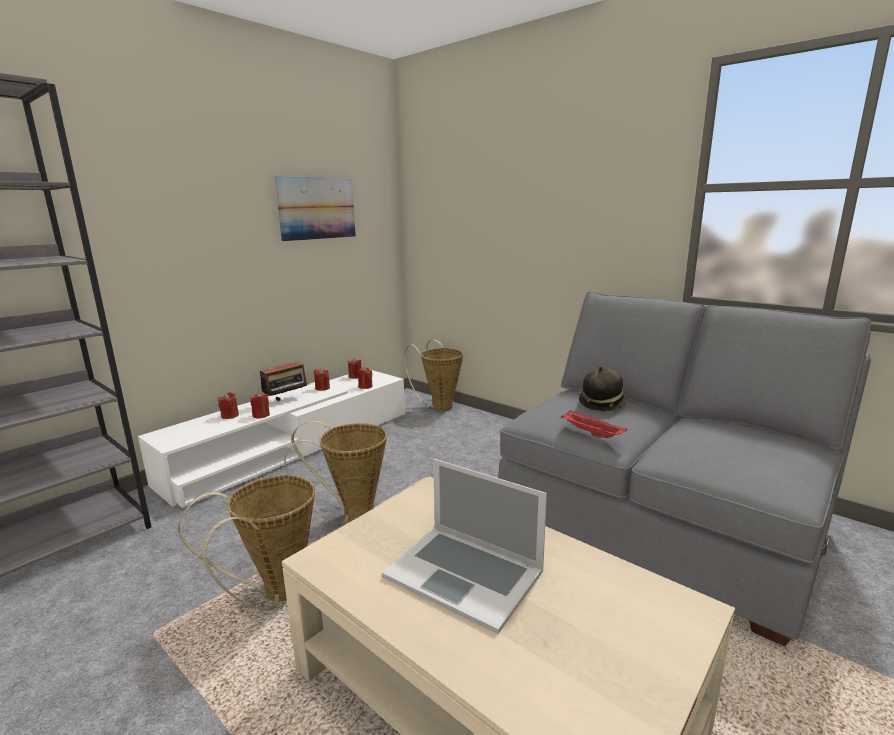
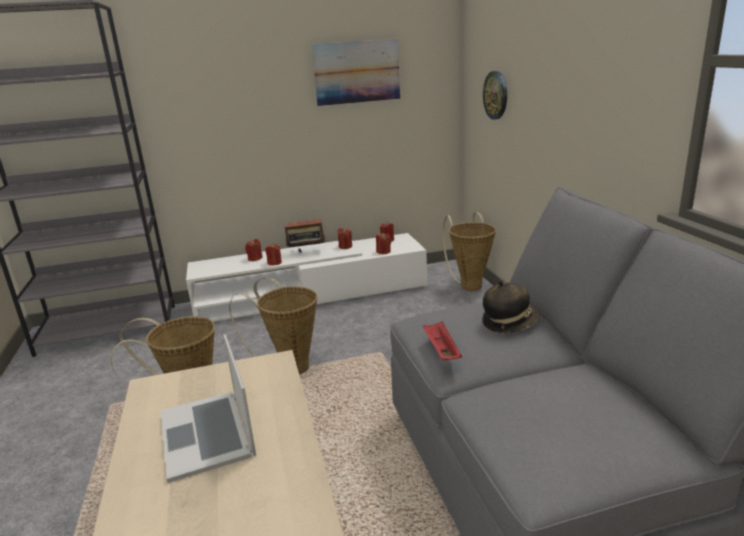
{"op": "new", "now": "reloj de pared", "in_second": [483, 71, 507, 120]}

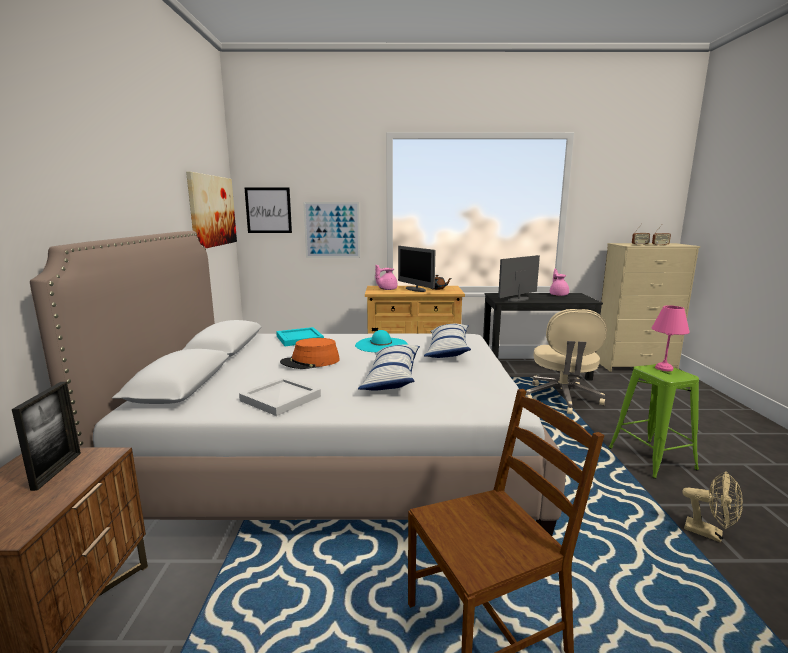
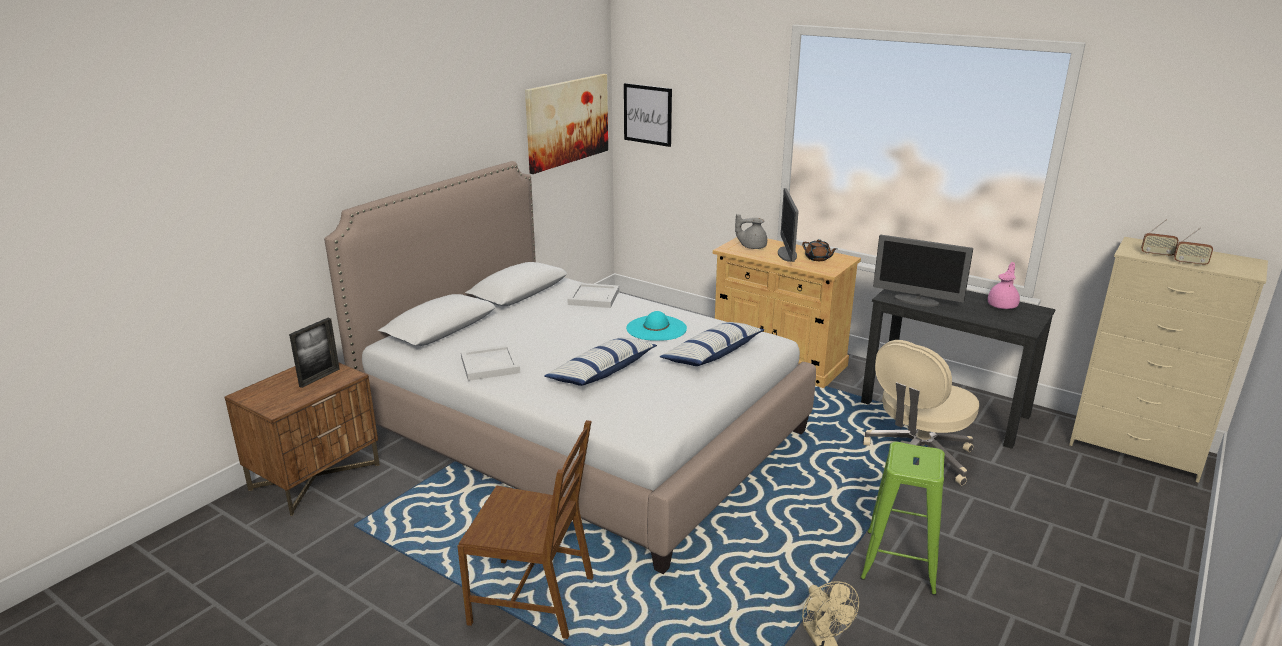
{"op": "repainted", "was": "bandeja [turquesa]", "now": "bandeja [blanco]", "in_first": [276, 327, 324, 346], "in_second": [567, 283, 619, 308]}
{"op": "gone", "was": "sombrero [naranja]", "in_first": [280, 338, 340, 369]}
{"op": "gone", "was": "cuadro", "in_first": [303, 202, 360, 258]}
{"op": "repainted", "was": "tetera [rosa]", "now": "tetera [gris]", "in_first": [375, 265, 398, 290], "in_second": [735, 214, 767, 249]}
{"op": "rotated", "was": "monitor", "in_first": [498, 255, 540, 302], "in_second": [873, 235, 973, 307], "clockwise": -150}
{"op": "gone", "was": "lámpara de mesa [rosa]", "in_first": [652, 305, 690, 371]}

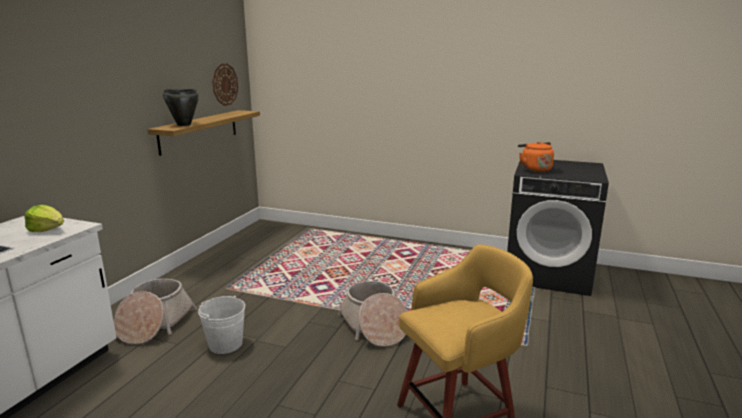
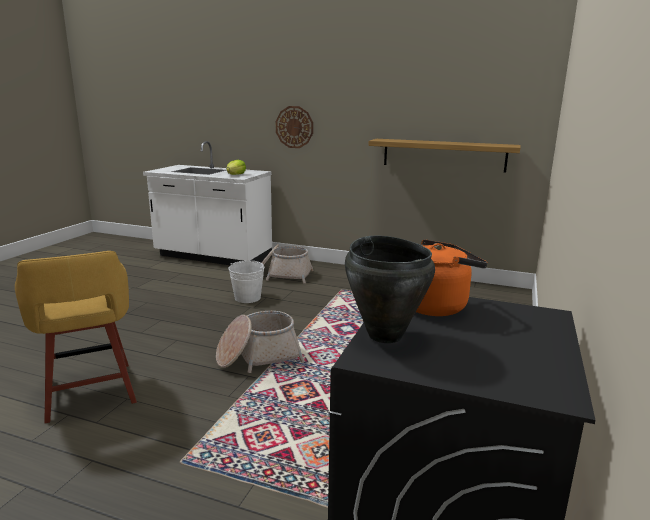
{"op": "shifted", "was": "olla [negro]", "in_first": [163, 89, 199, 126], "in_second": [345, 236, 435, 343]}
{"op": "shifted", "was": "reloj de pared", "in_first": [212, 63, 238, 106], "in_second": [276, 106, 313, 148]}

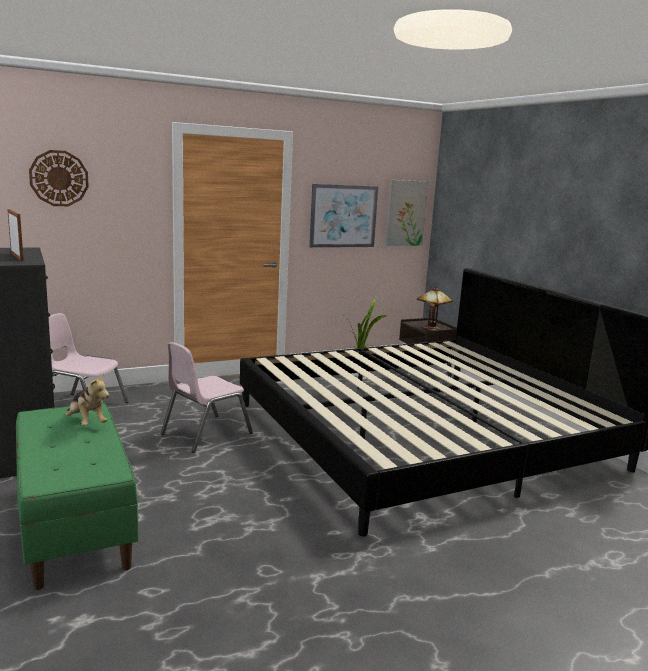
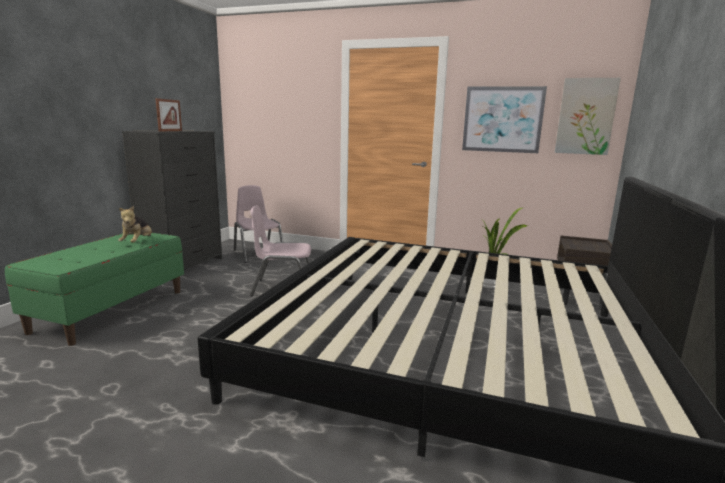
{"op": "gone", "was": "reloj de pared", "in_first": [29, 150, 89, 206]}
{"op": "gone", "was": "lámpara de mesa", "in_first": [417, 287, 453, 330]}

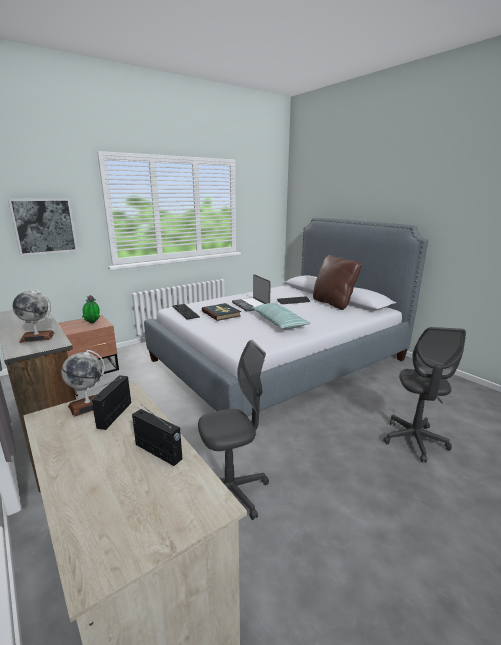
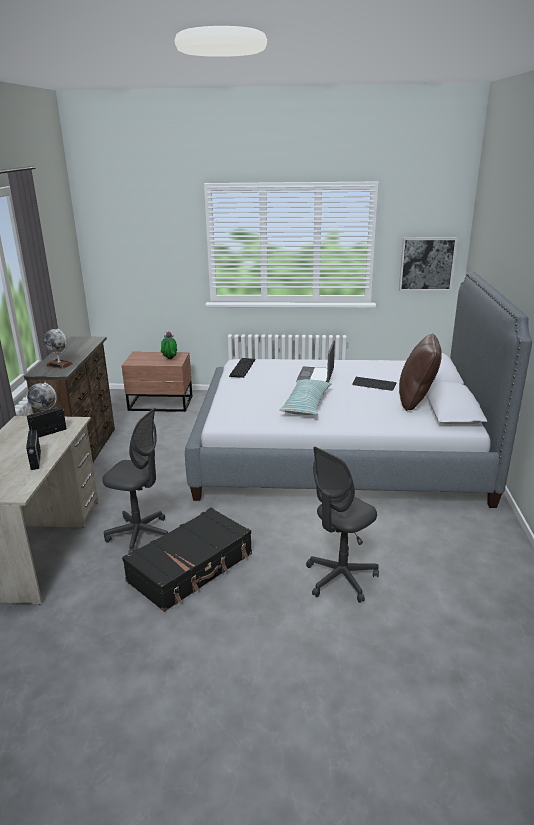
{"op": "shifted", "was": "cuadro", "in_first": [8, 198, 78, 256], "in_second": [399, 237, 457, 291]}
{"op": "gone", "was": "libro", "in_first": [202, 303, 241, 321]}
{"op": "new", "now": "maleta [negro]", "in_second": [122, 507, 252, 612]}

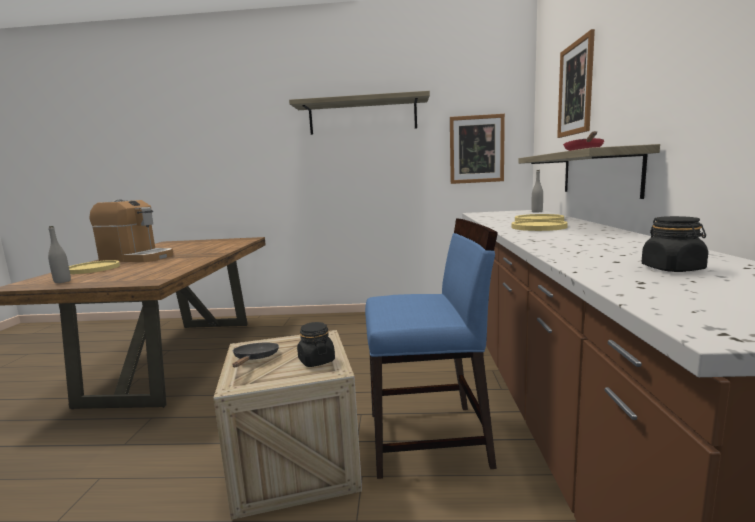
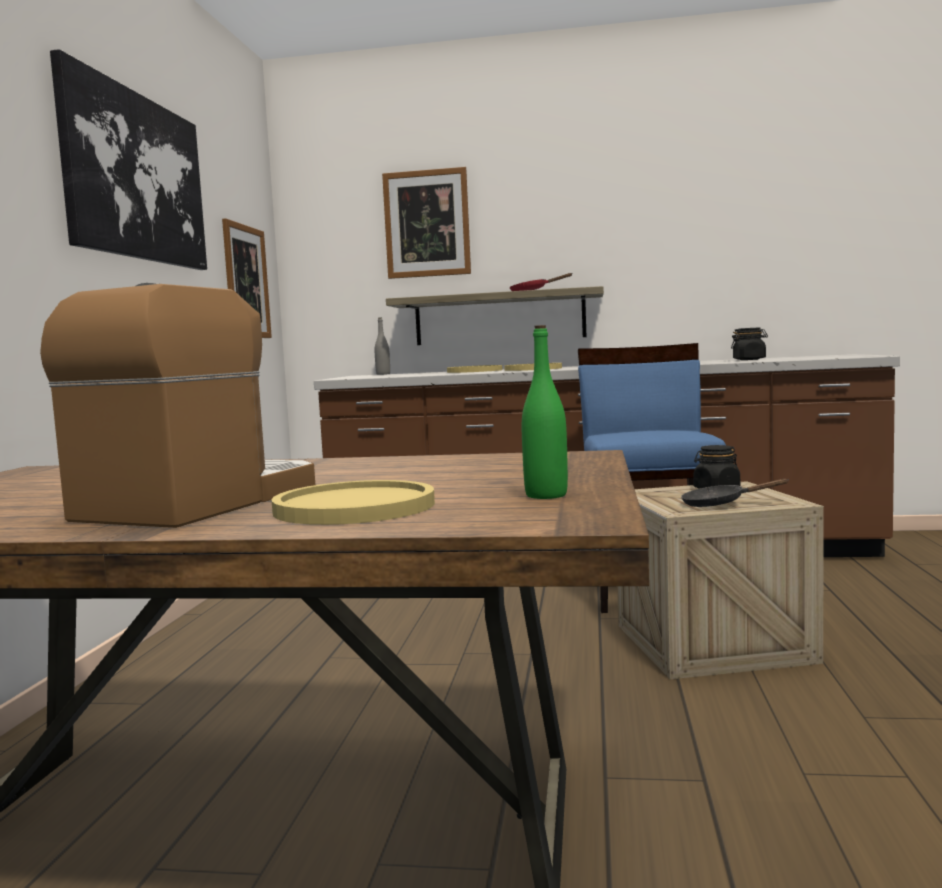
{"op": "repainted", "was": "botella [gris]", "now": "botella [verde]", "in_first": [48, 226, 71, 283], "in_second": [522, 325, 568, 499]}
{"op": "swapped", "was": "estante", "now": "cuadro", "in_first": [289, 91, 430, 135], "in_second": [50, 50, 207, 270]}

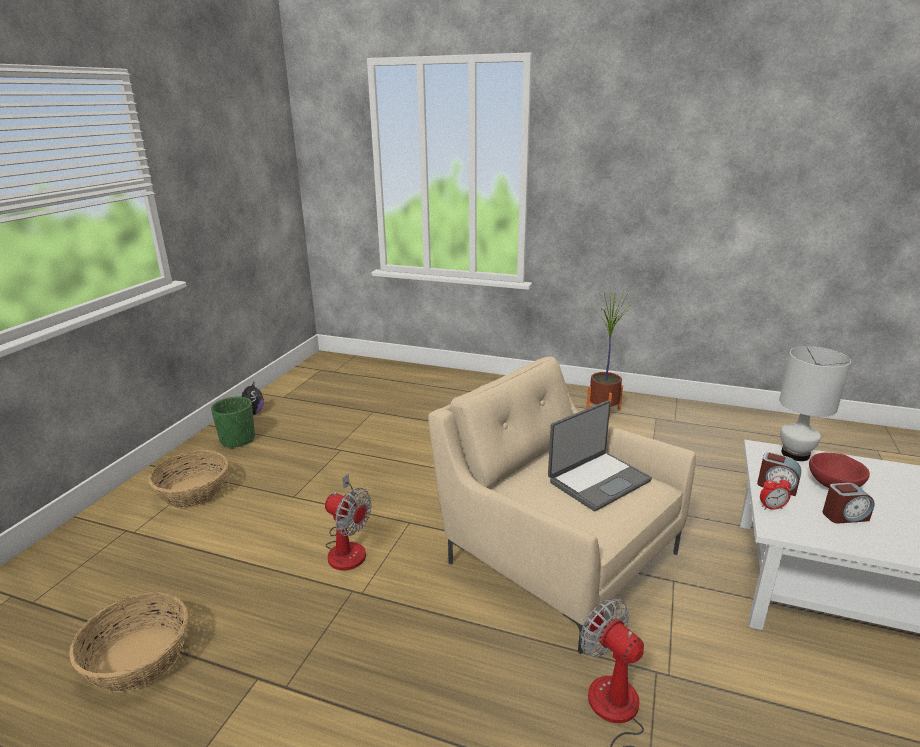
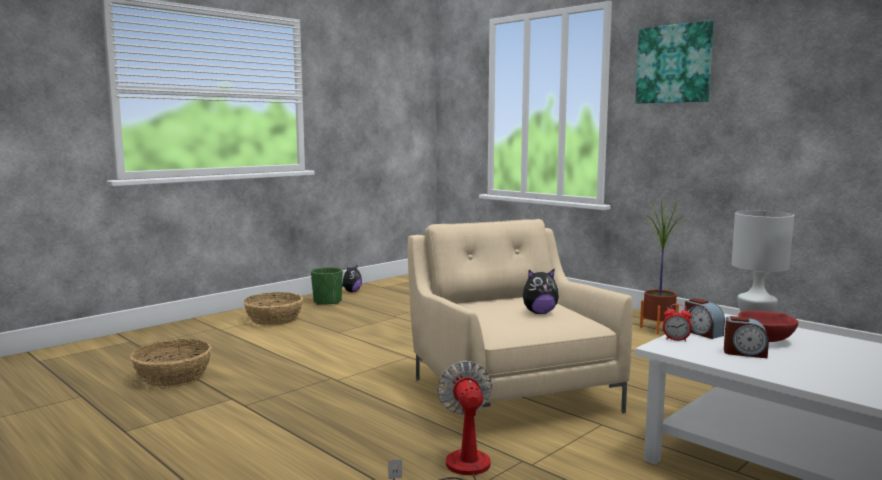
{"op": "gone", "was": "ventilador", "in_first": [325, 474, 372, 570]}
{"op": "swapped", "was": "portátil", "now": "peluche", "in_first": [548, 400, 652, 511], "in_second": [523, 268, 559, 314]}
{"op": "new", "now": "cuadro", "in_second": [636, 20, 714, 104]}

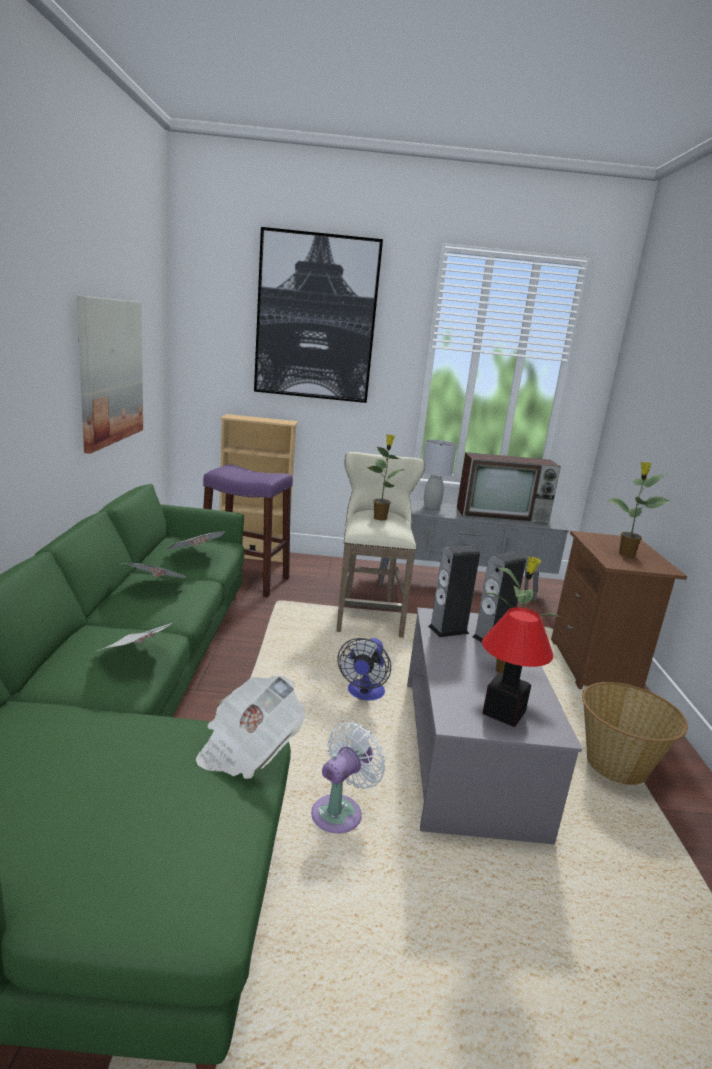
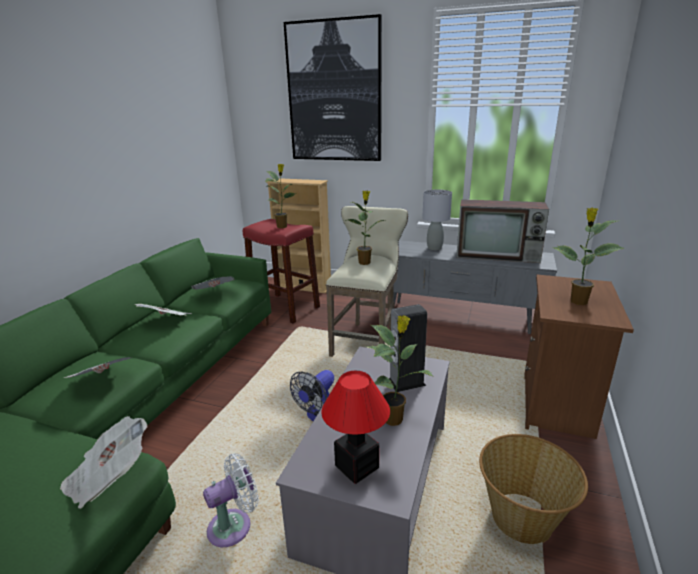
{"op": "gone", "was": "cuadro", "in_first": [77, 296, 143, 454]}
{"op": "repainted", "was": "taburete [morado]", "now": "taburete [rojo]", "in_first": [203, 464, 293, 597], "in_second": [243, 219, 320, 323]}
{"op": "gone", "was": "altavoz", "in_first": [428, 545, 480, 637]}
{"op": "new", "now": "planta en maceta", "in_second": [265, 164, 295, 228]}

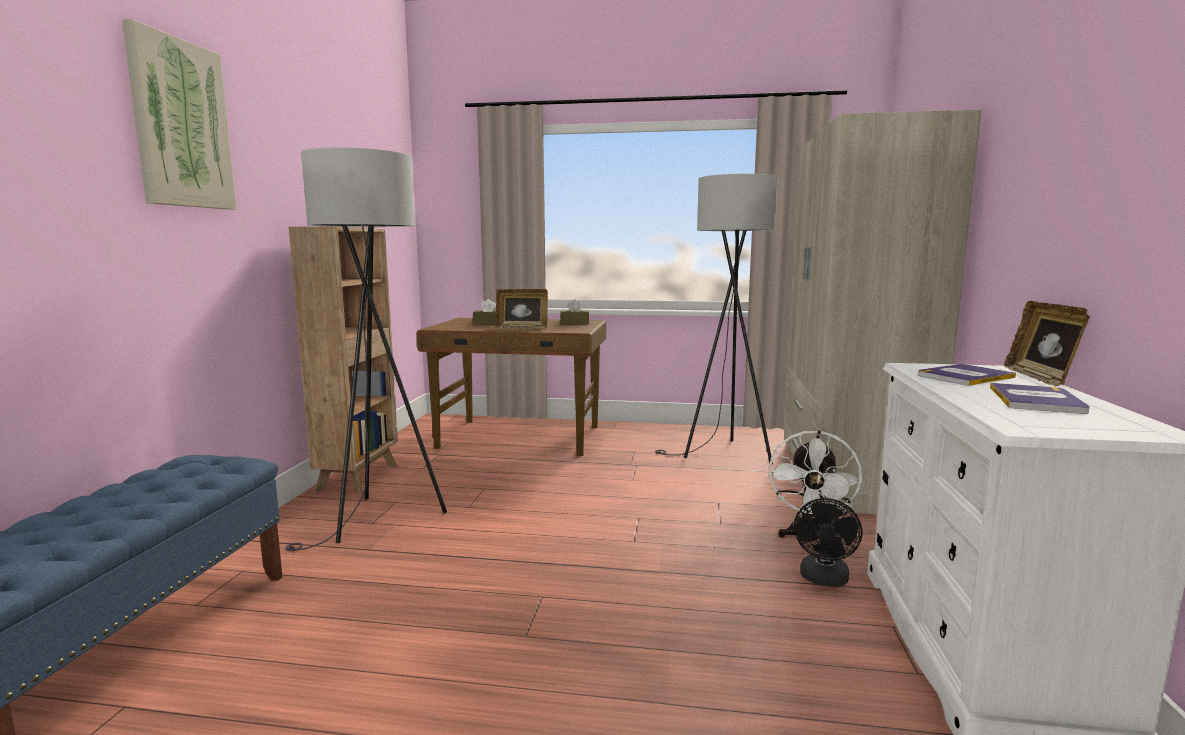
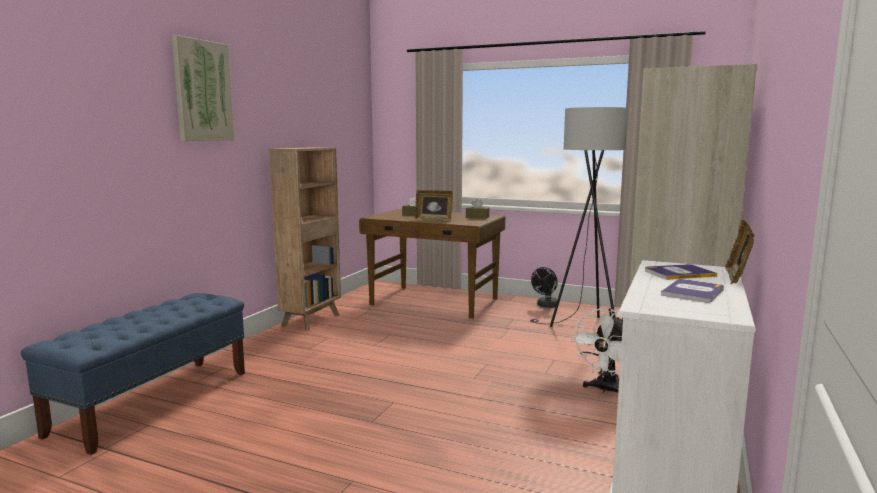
{"op": "gone", "was": "lámpara de pie [gris]", "in_first": [285, 147, 447, 551]}
{"op": "shifted", "was": "ventilador [negro]", "in_first": [794, 498, 863, 587], "in_second": [531, 267, 558, 308]}

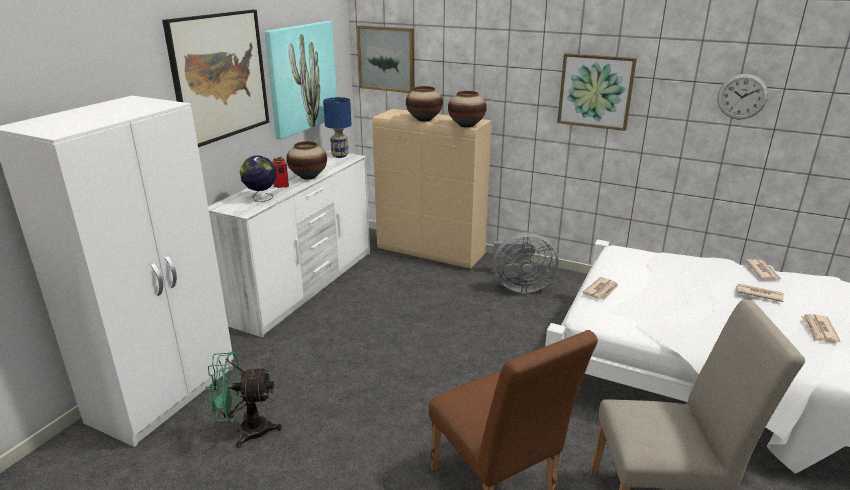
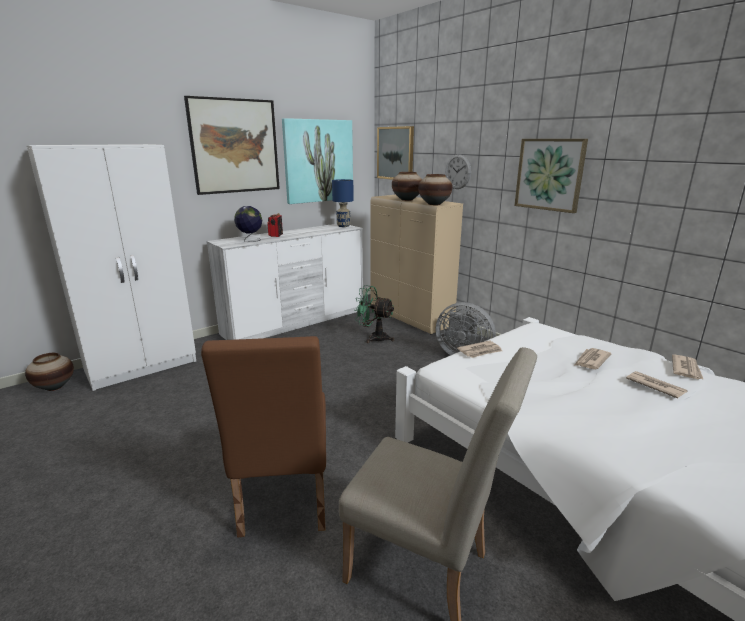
{"op": "shifted", "was": "ventilador [verde]", "in_first": [206, 351, 282, 448], "in_second": [354, 285, 394, 343]}
{"op": "shifted", "was": "florero", "in_first": [286, 141, 327, 180], "in_second": [25, 353, 74, 391]}
{"op": "shifted", "was": "reloj de pared", "in_first": [717, 74, 768, 119], "in_second": [445, 154, 471, 189]}
{"op": "shifted", "was": "periódico", "in_first": [801, 314, 840, 343], "in_second": [575, 348, 612, 369]}

